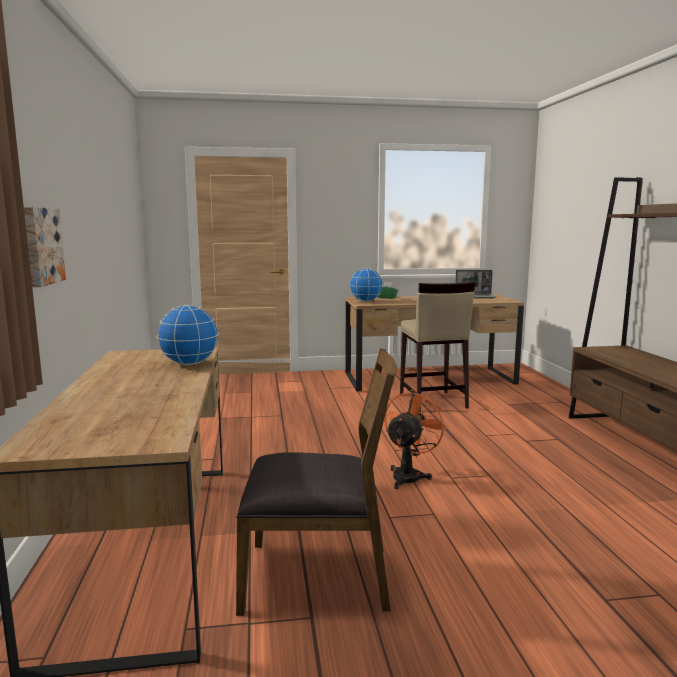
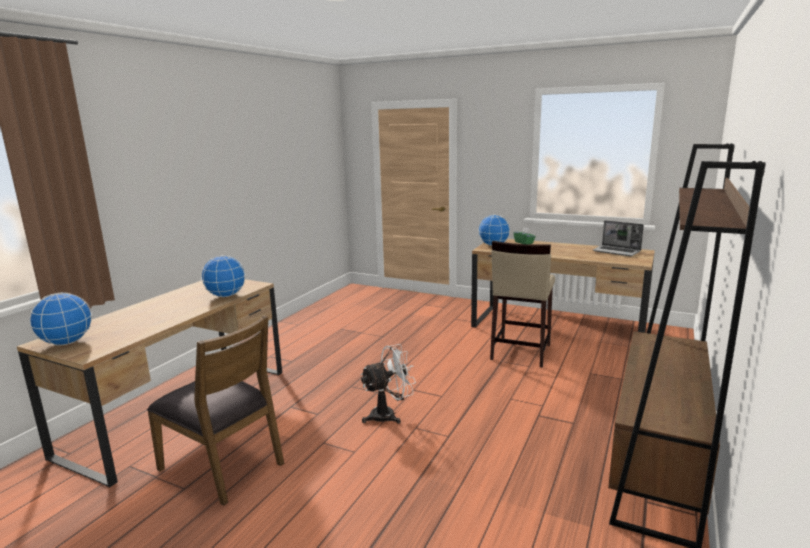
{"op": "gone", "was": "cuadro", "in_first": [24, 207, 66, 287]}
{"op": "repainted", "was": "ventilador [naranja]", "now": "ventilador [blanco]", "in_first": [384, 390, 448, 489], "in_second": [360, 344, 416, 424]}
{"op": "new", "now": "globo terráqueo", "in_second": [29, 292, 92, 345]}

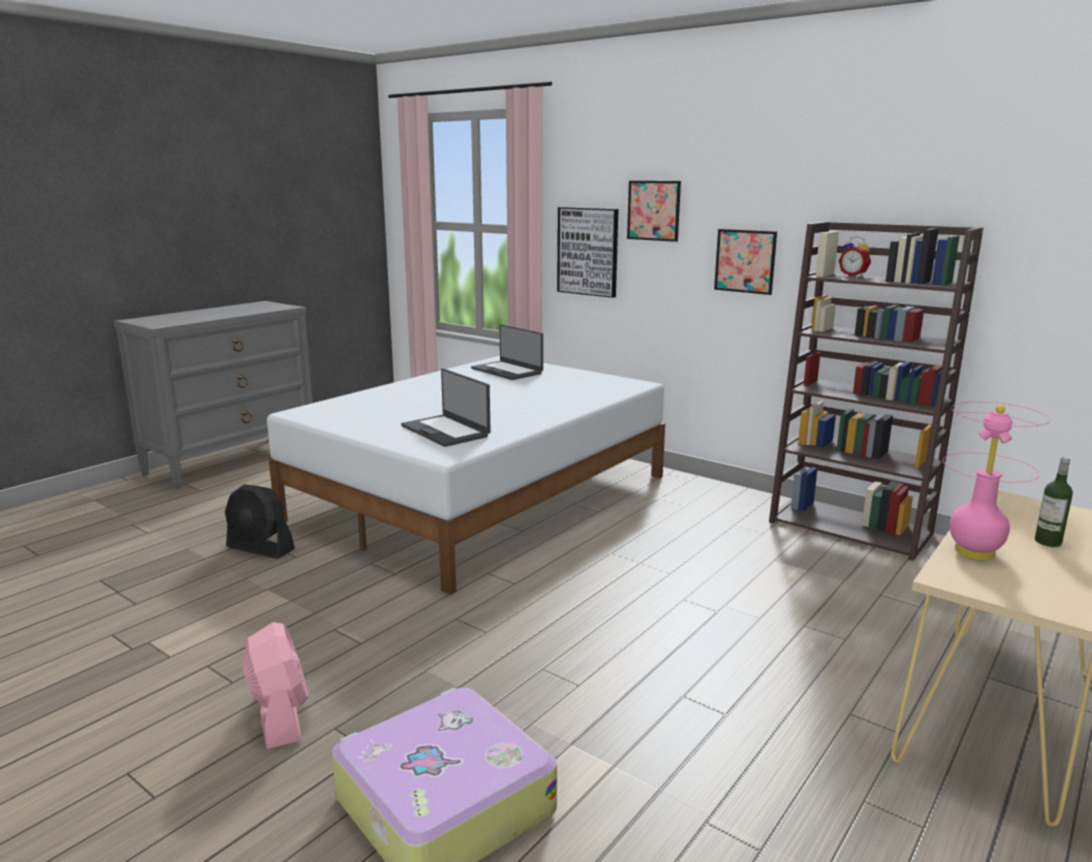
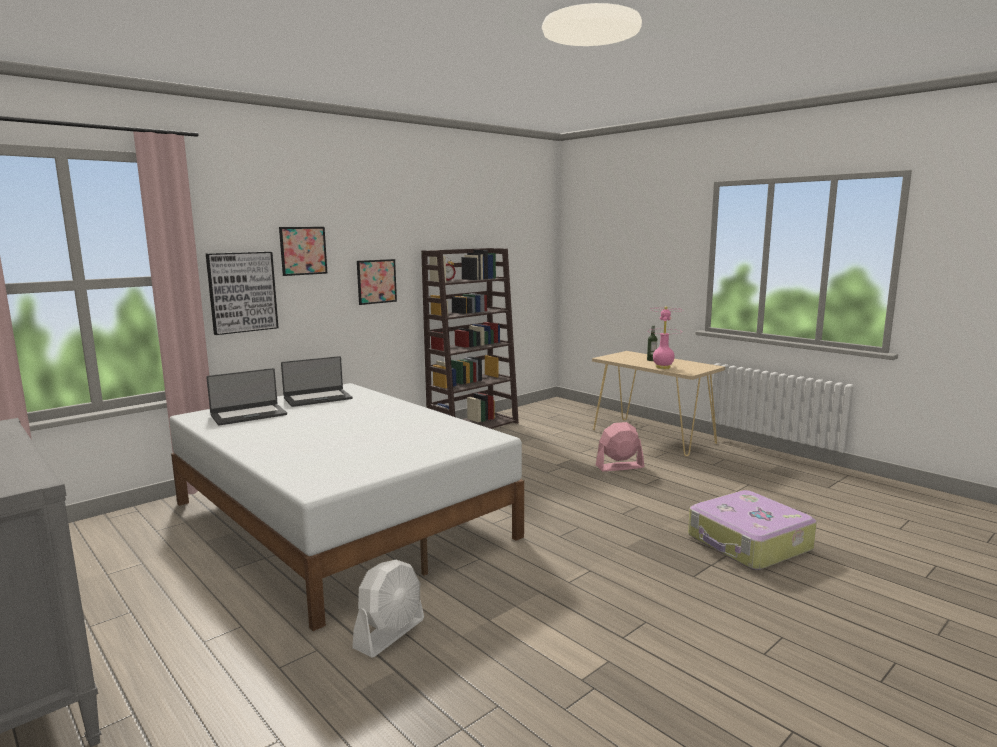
{"op": "repainted", "was": "ventilador [negro]", "now": "ventilador [blanco]", "in_first": [225, 484, 295, 559], "in_second": [352, 560, 424, 658]}
{"op": "shifted", "was": "ventilador [rosa]", "in_first": [242, 622, 309, 749], "in_second": [596, 422, 644, 471]}
{"op": "shifted", "was": "portátil", "in_first": [401, 368, 490, 447], "in_second": [281, 356, 352, 407]}

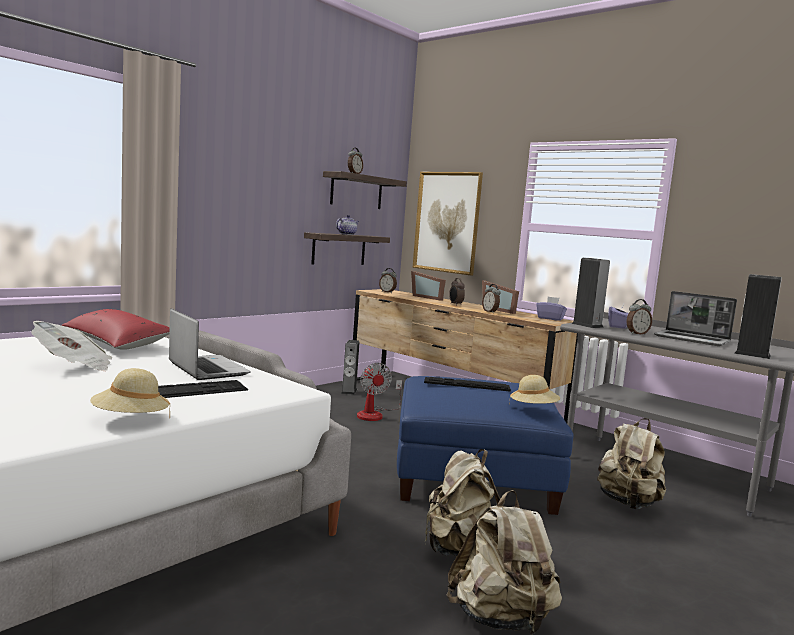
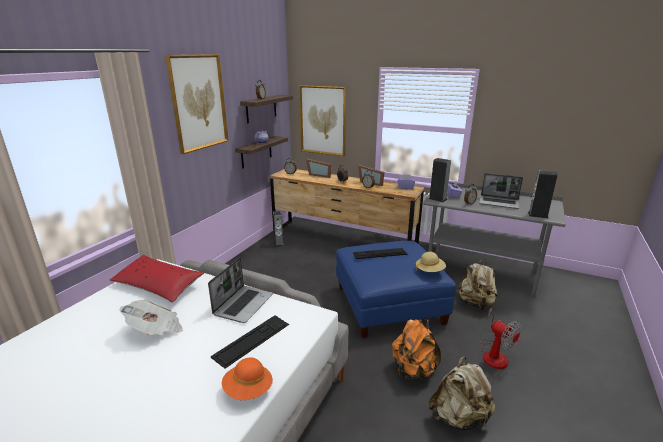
{"op": "repainted", "was": "sombrero [beis]", "now": "sombrero [naranja]", "in_first": [90, 368, 170, 419], "in_second": [222, 357, 273, 400]}
{"op": "rotated", "was": "portátil", "in_first": [169, 308, 251, 380], "in_second": [208, 257, 273, 323], "clockwise": 75}
{"op": "shifted", "was": "ventilador", "in_first": [357, 363, 402, 421], "in_second": [480, 308, 522, 369]}
{"op": "repainted", "was": "mochila [beis]", "now": "mochila [naranja]", "in_first": [424, 449, 500, 557], "in_second": [392, 319, 441, 379]}
{"op": "new", "now": "cuadro", "in_second": [165, 54, 229, 154]}

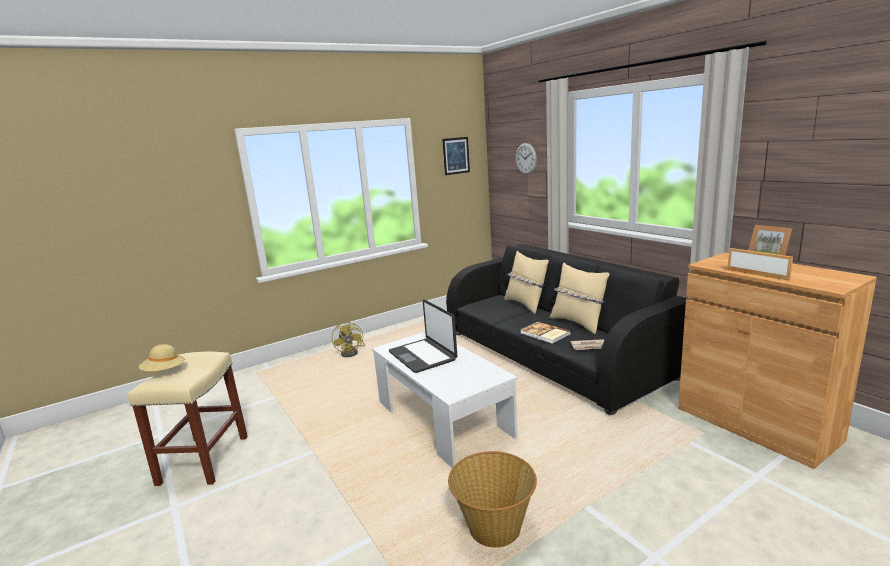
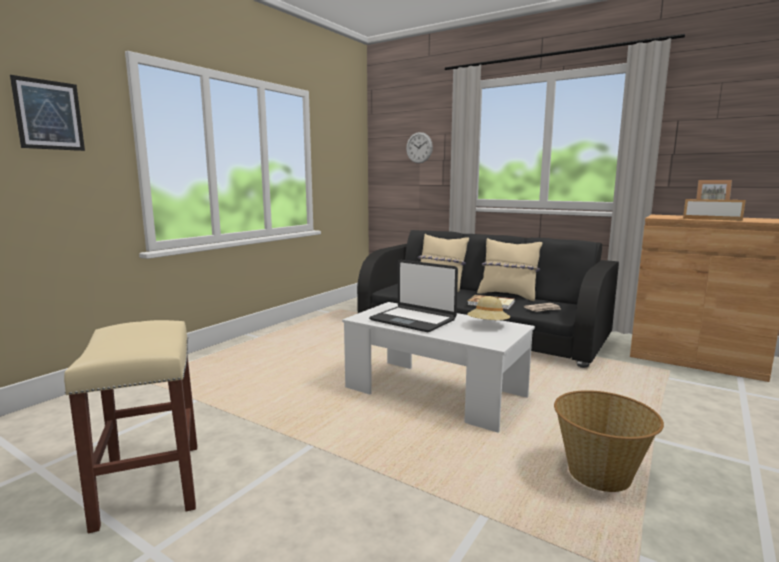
{"op": "shifted", "was": "sombrero [beis]", "in_first": [139, 344, 187, 372], "in_second": [467, 296, 510, 321]}
{"op": "gone", "was": "ventilador [amarillo]", "in_first": [332, 321, 365, 357]}
{"op": "shifted", "was": "cuadro", "in_first": [442, 137, 470, 175], "in_second": [10, 75, 85, 151]}

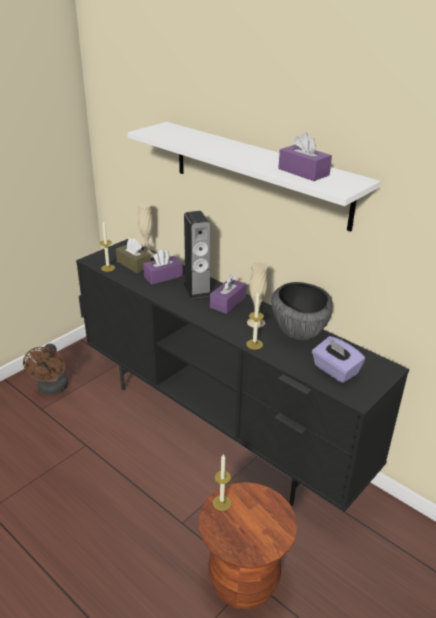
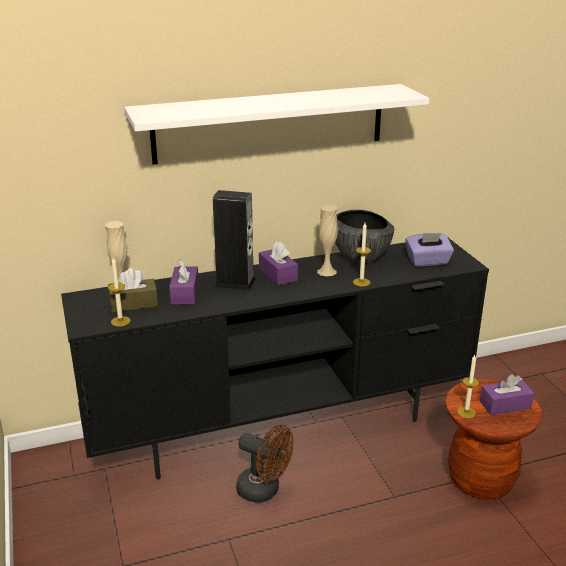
{"op": "shifted", "was": "ventilador [marrón]", "in_first": [23, 344, 68, 394], "in_second": [236, 424, 294, 503]}
{"op": "shifted", "was": "caja de pañuelos [morado]", "in_first": [278, 132, 332, 181], "in_second": [480, 374, 534, 415]}

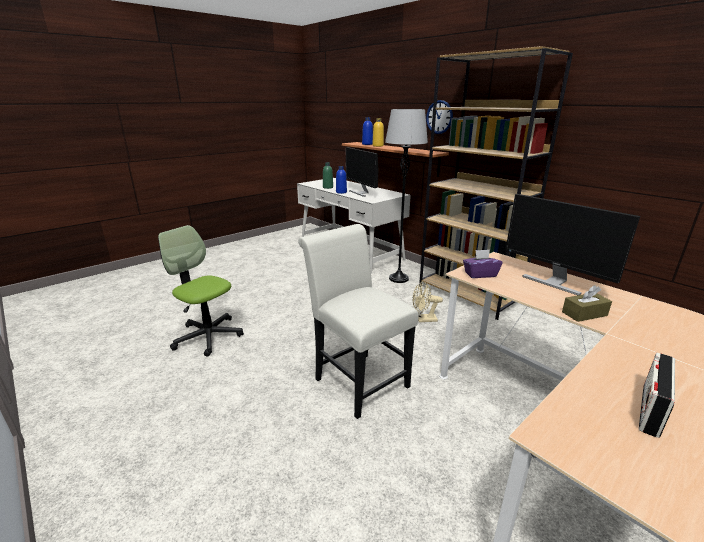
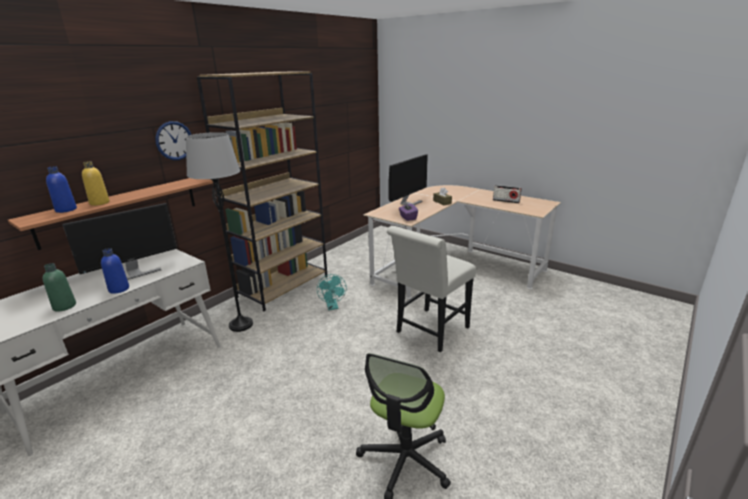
{"op": "repainted", "was": "ventilador [beis]", "now": "ventilador [turquesa]", "in_first": [412, 281, 443, 322], "in_second": [317, 274, 347, 310]}

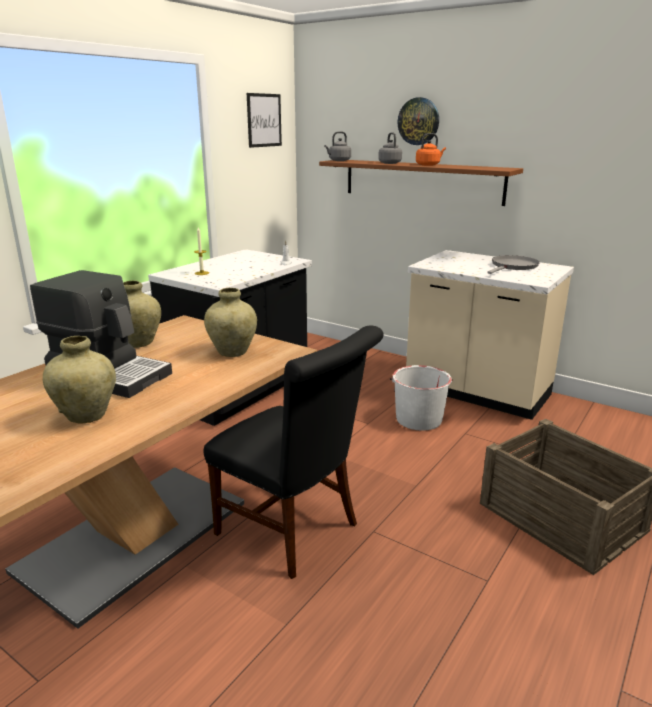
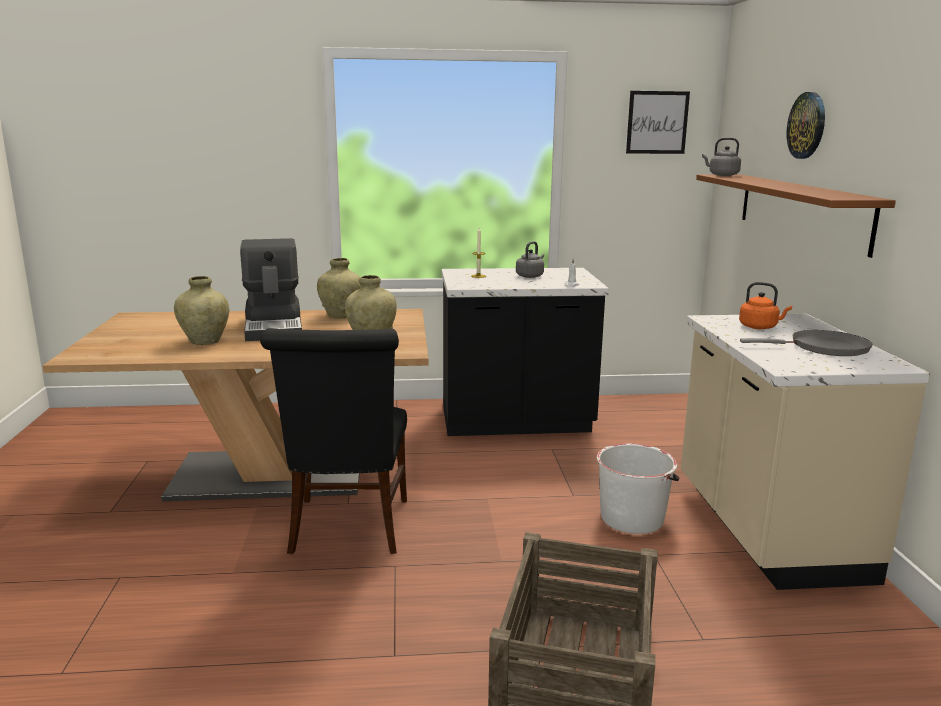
{"op": "shifted", "was": "hervidor [gris]", "in_first": [378, 132, 402, 164], "in_second": [516, 241, 544, 278]}
{"op": "shifted", "was": "hervidor [naranja]", "in_first": [416, 133, 446, 166], "in_second": [739, 282, 792, 329]}

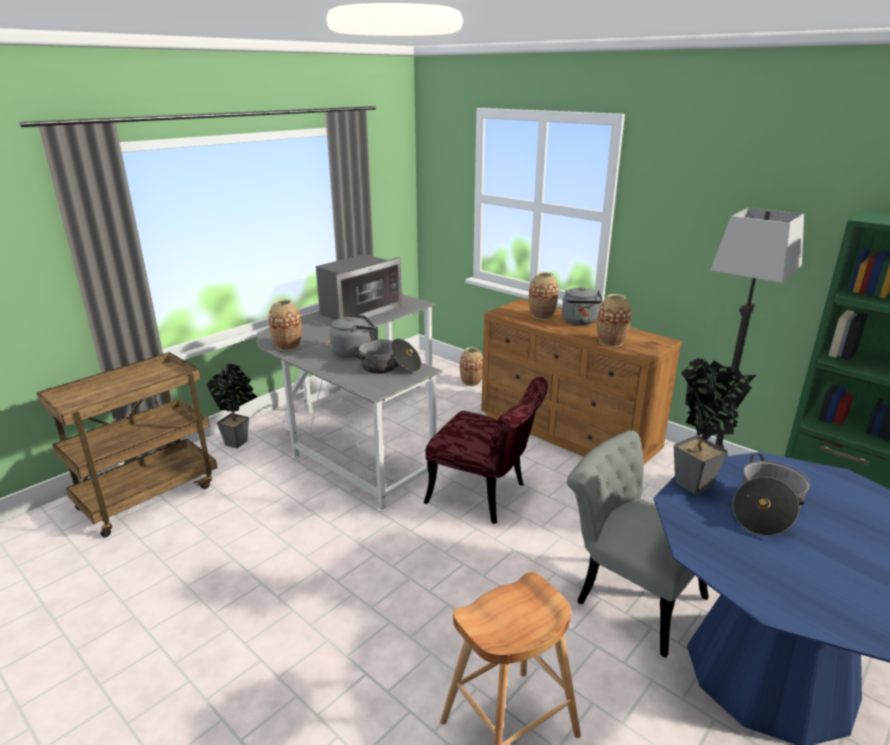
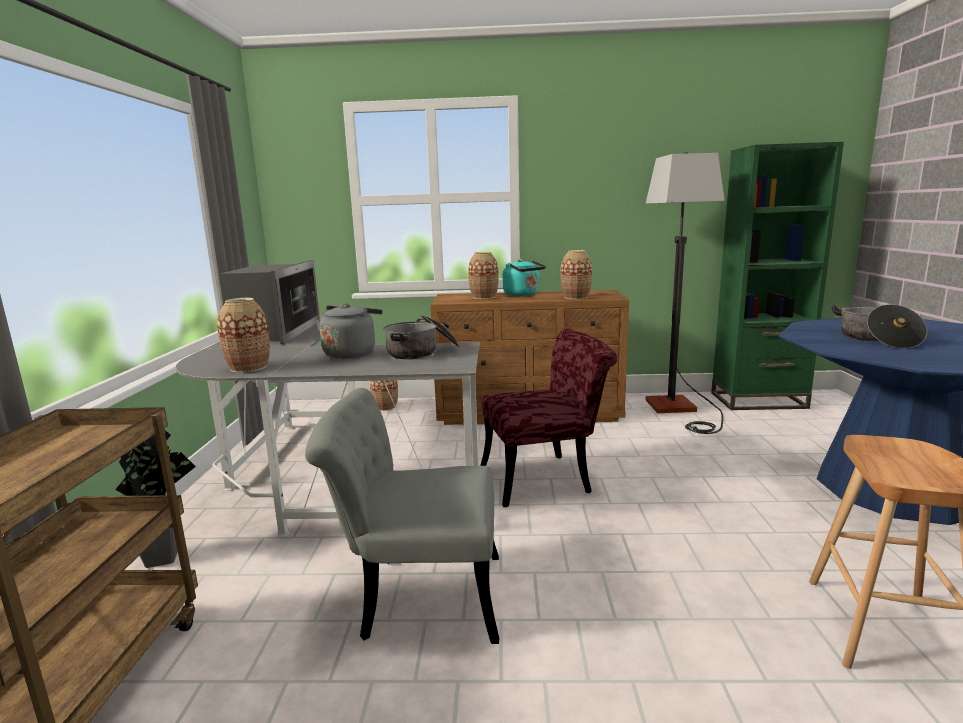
{"op": "repainted", "was": "hervidor [gris]", "now": "hervidor [turquesa]", "in_first": [562, 287, 602, 325], "in_second": [503, 259, 546, 296]}
{"op": "shifted", "was": "silla [gris]", "in_first": [567, 430, 709, 658], "in_second": [305, 388, 499, 644]}
{"op": "gone", "was": "planta en maceta", "in_first": [674, 358, 756, 495]}

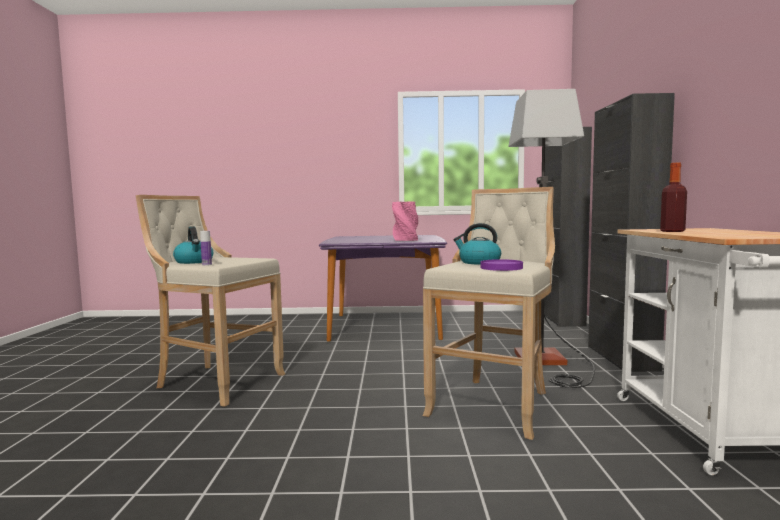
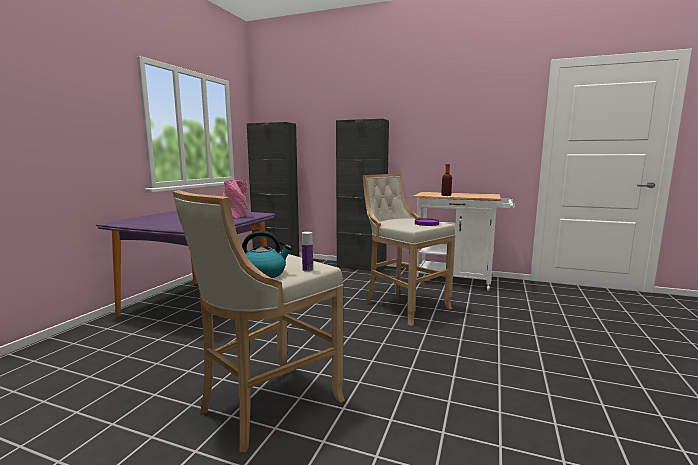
{"op": "gone", "was": "hervidor", "in_first": [453, 223, 501, 265]}
{"op": "gone", "was": "lámpara de pie", "in_first": [508, 89, 595, 388]}

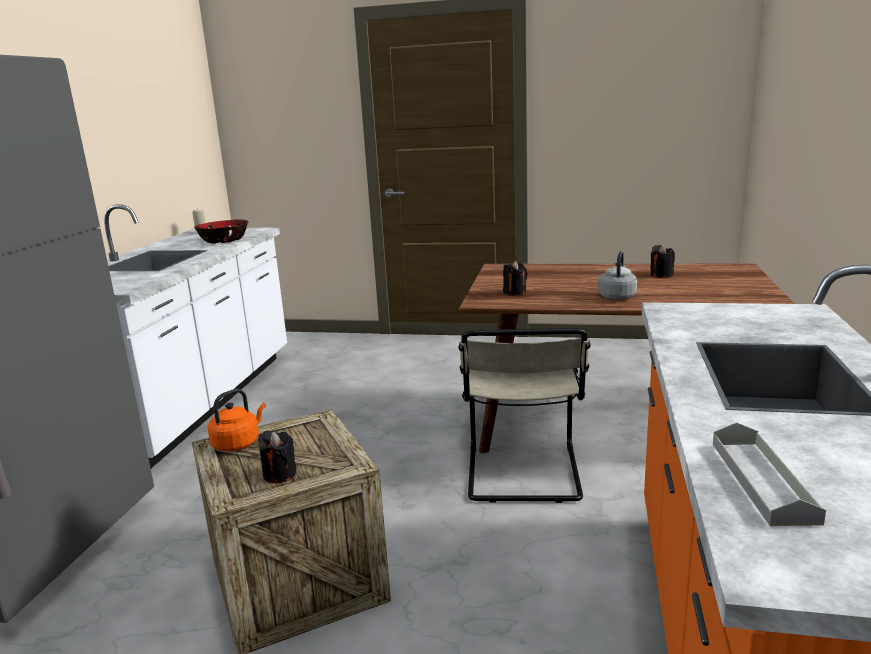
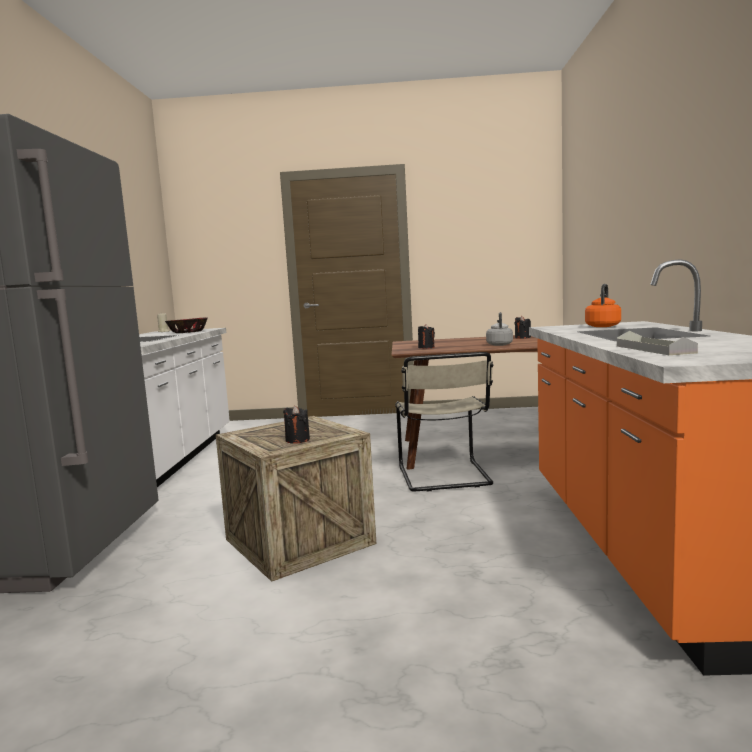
{"op": "shifted", "was": "hervidor [naranja]", "in_first": [207, 389, 266, 452], "in_second": [585, 284, 621, 327]}

